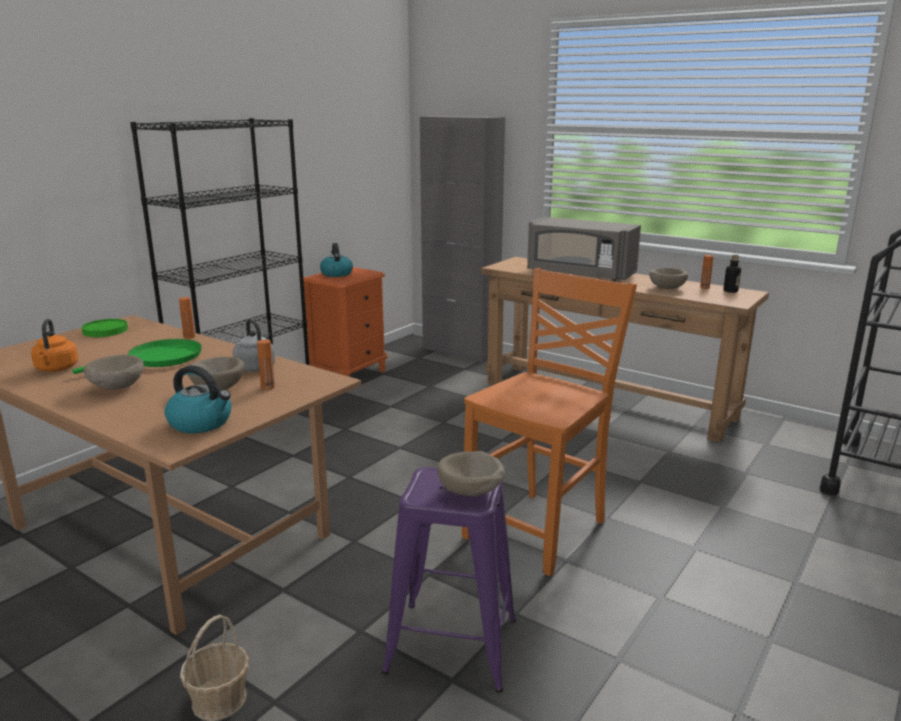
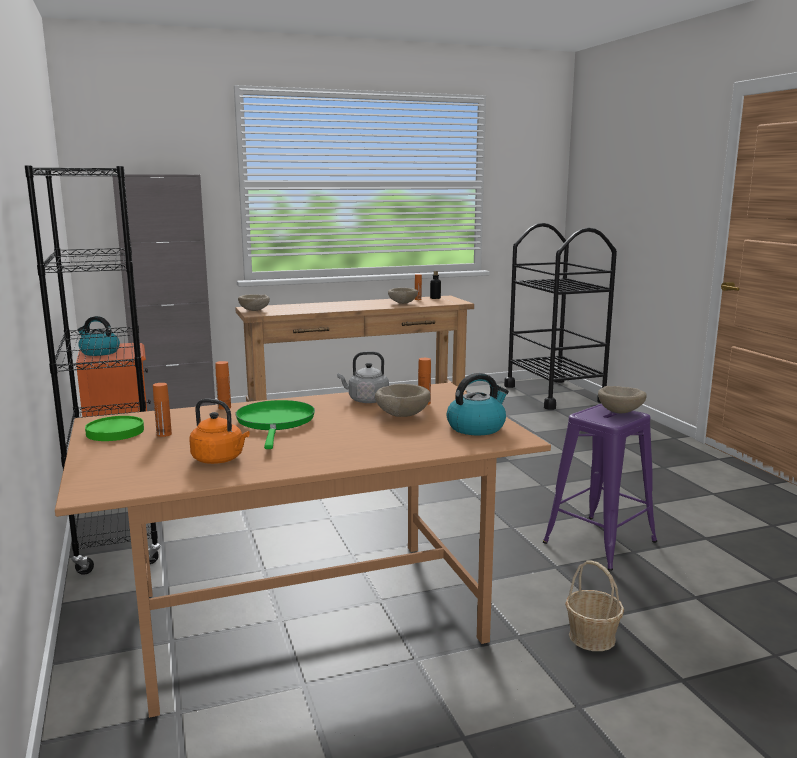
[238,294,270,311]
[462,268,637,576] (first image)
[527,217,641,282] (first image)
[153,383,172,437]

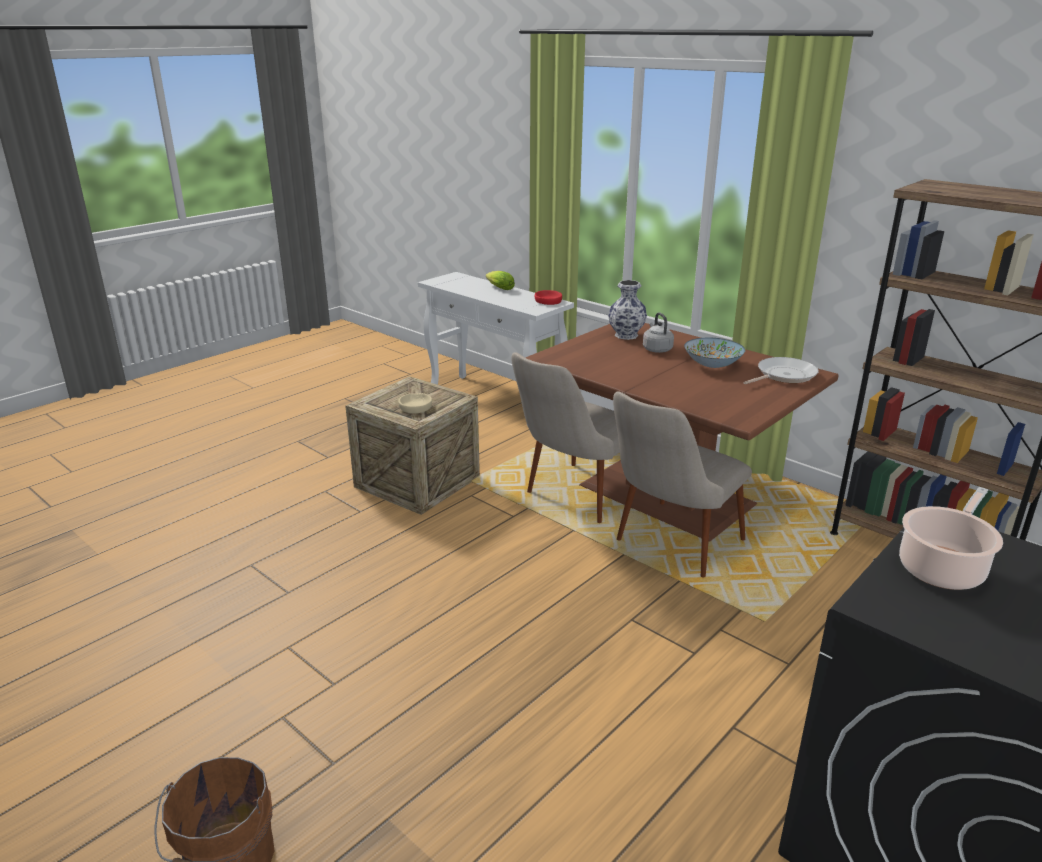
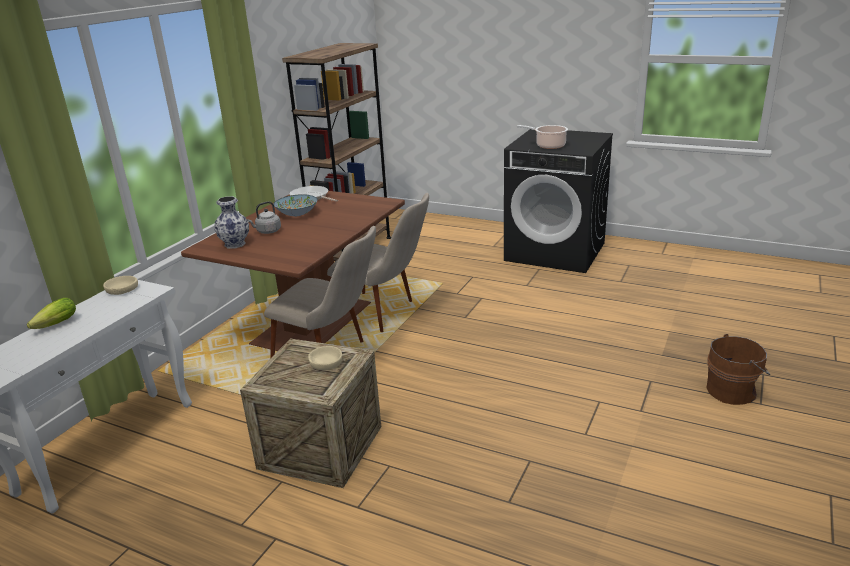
[103,276,138,295]

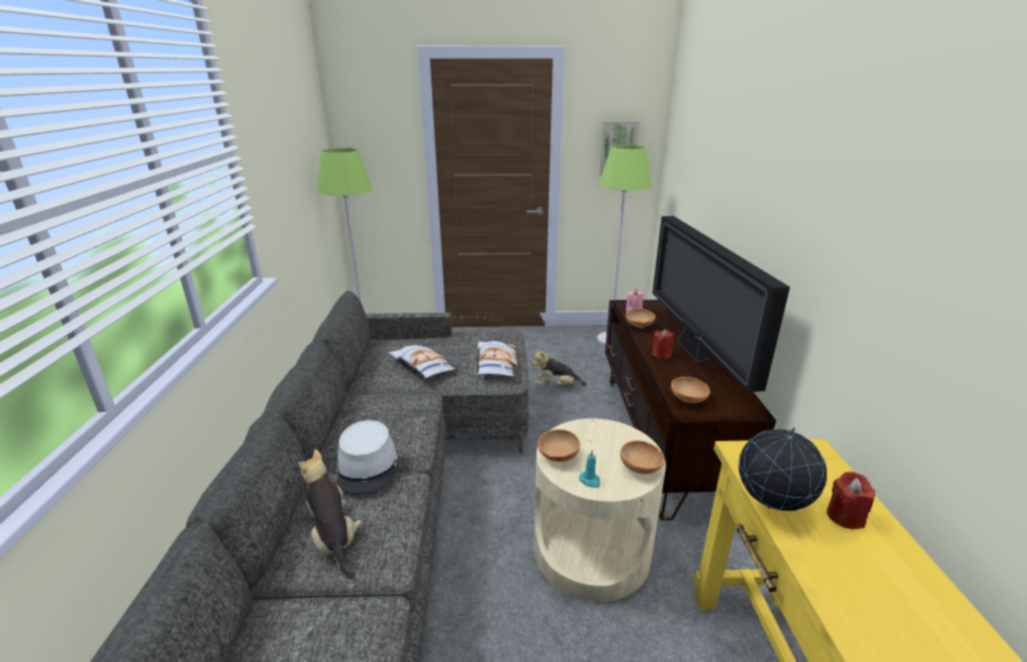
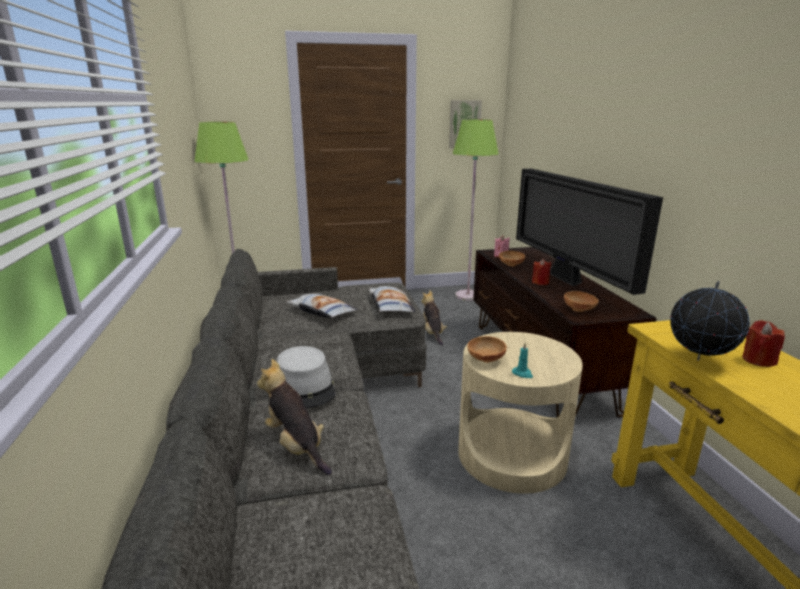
[422,290,447,346]
[620,440,665,474] (first image)

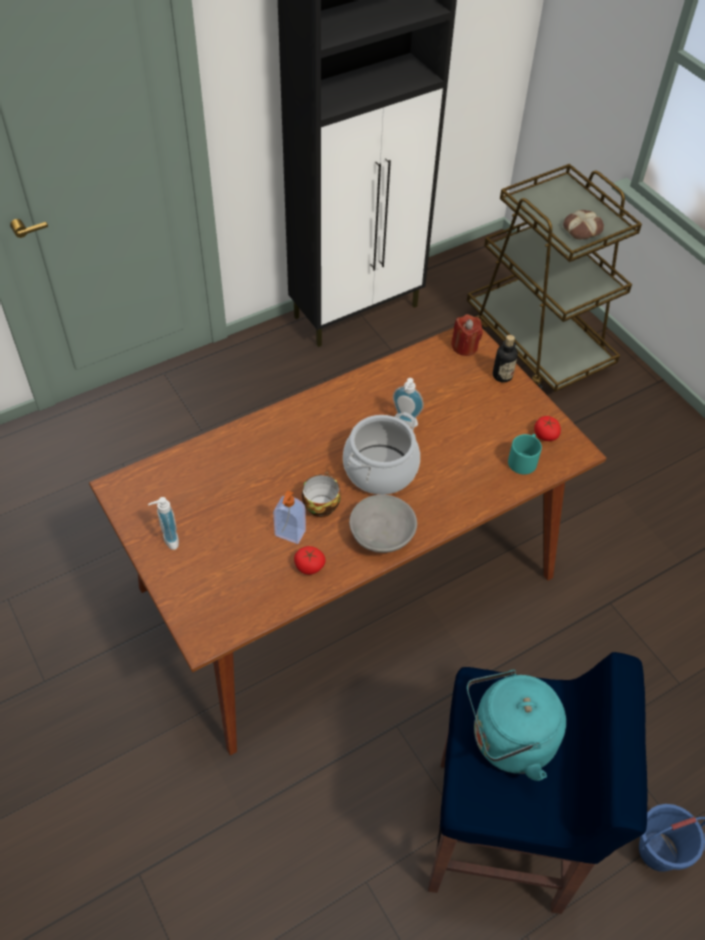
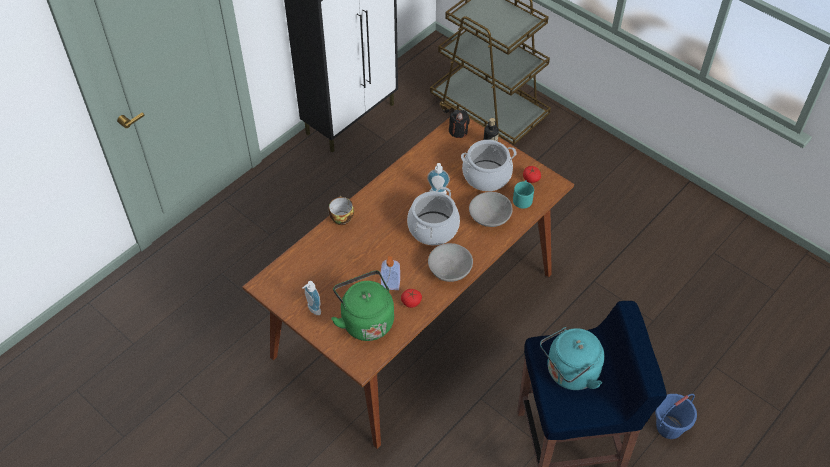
[329,196,354,225]
[449,110,470,138]
[563,210,604,239] (first image)
[331,270,394,341]
[461,140,517,191]
[469,192,513,227]

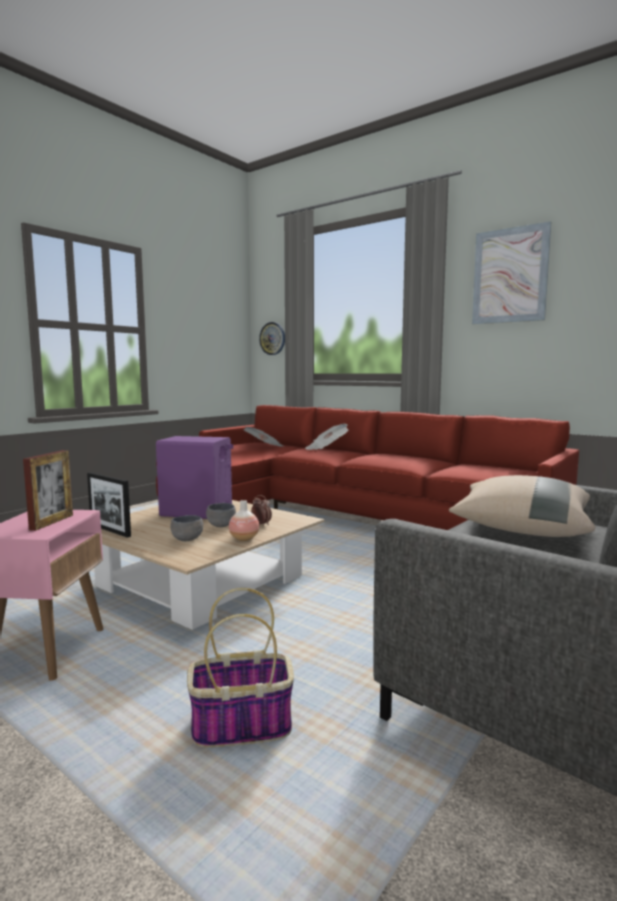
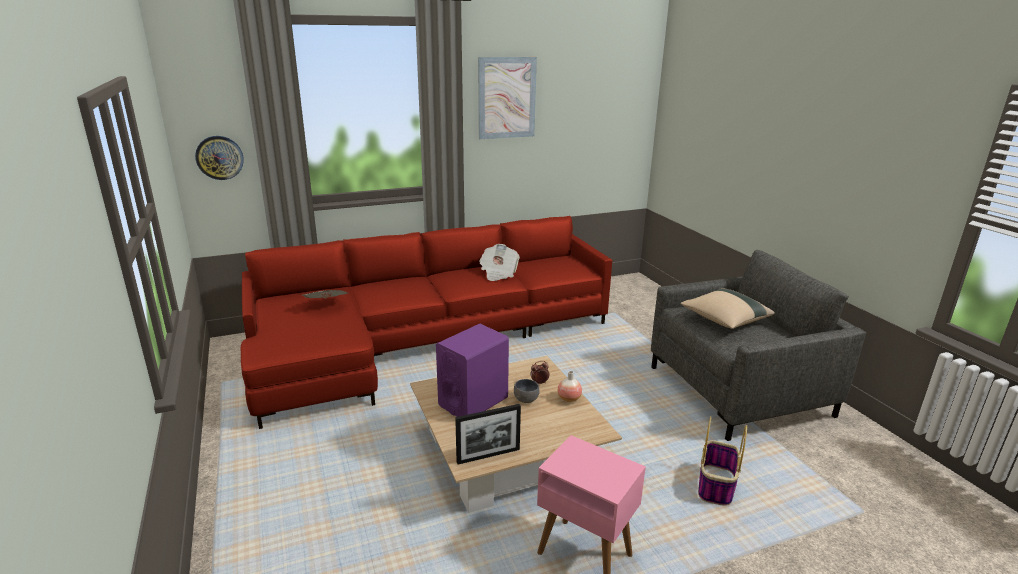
[23,450,73,531] (first image)
[170,515,203,541] (first image)
[479,244,520,281]

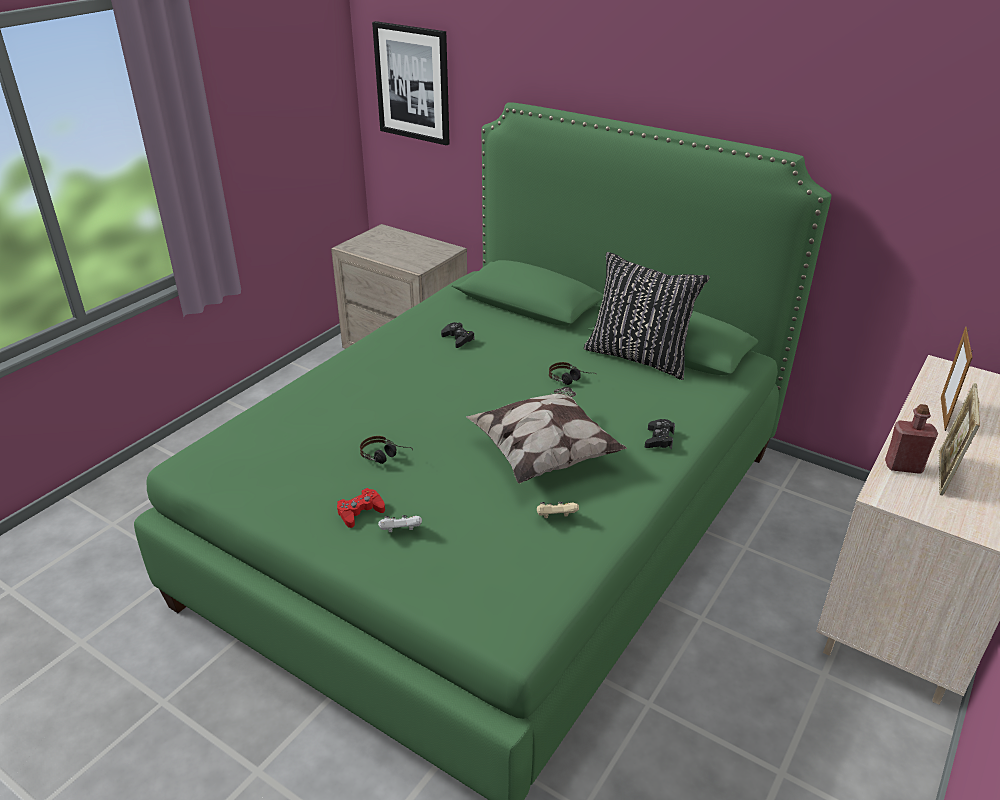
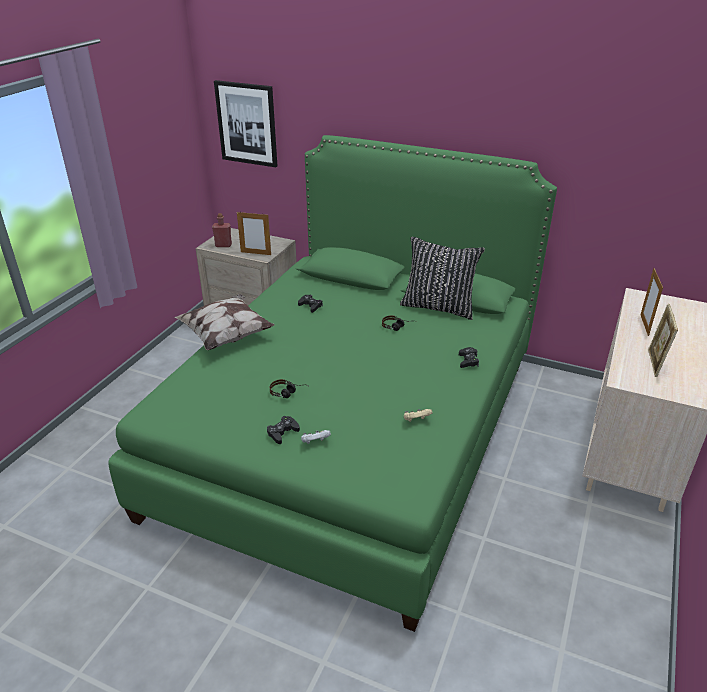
[267,416,300,444]
[175,295,275,350]
[212,213,232,247]
[237,212,271,255]

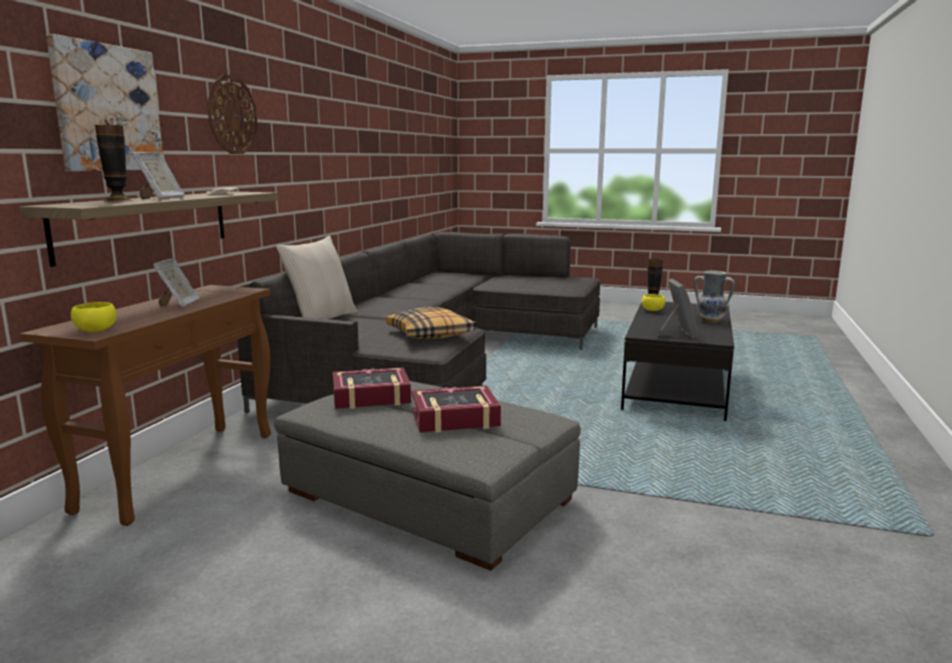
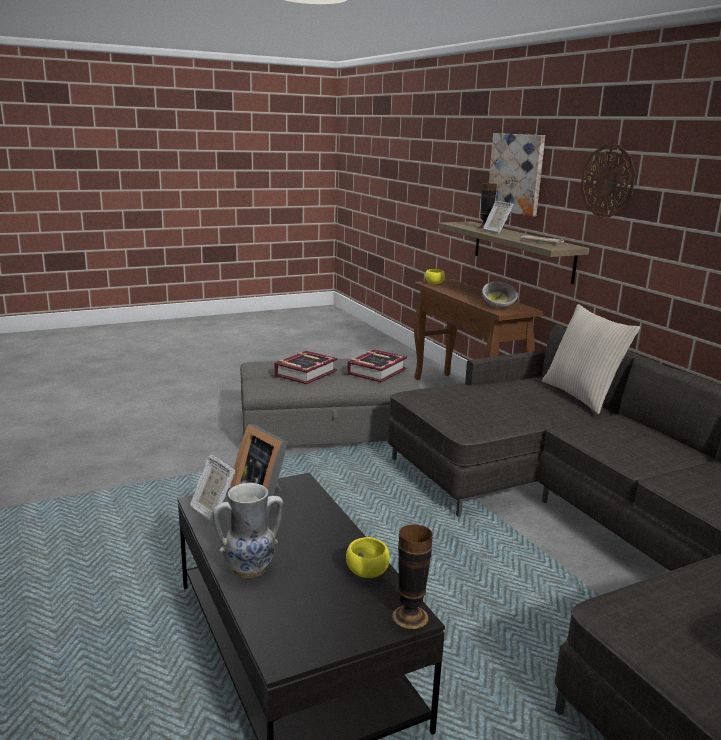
[190,454,236,523]
[386,307,477,339] (first image)
[482,281,518,308]

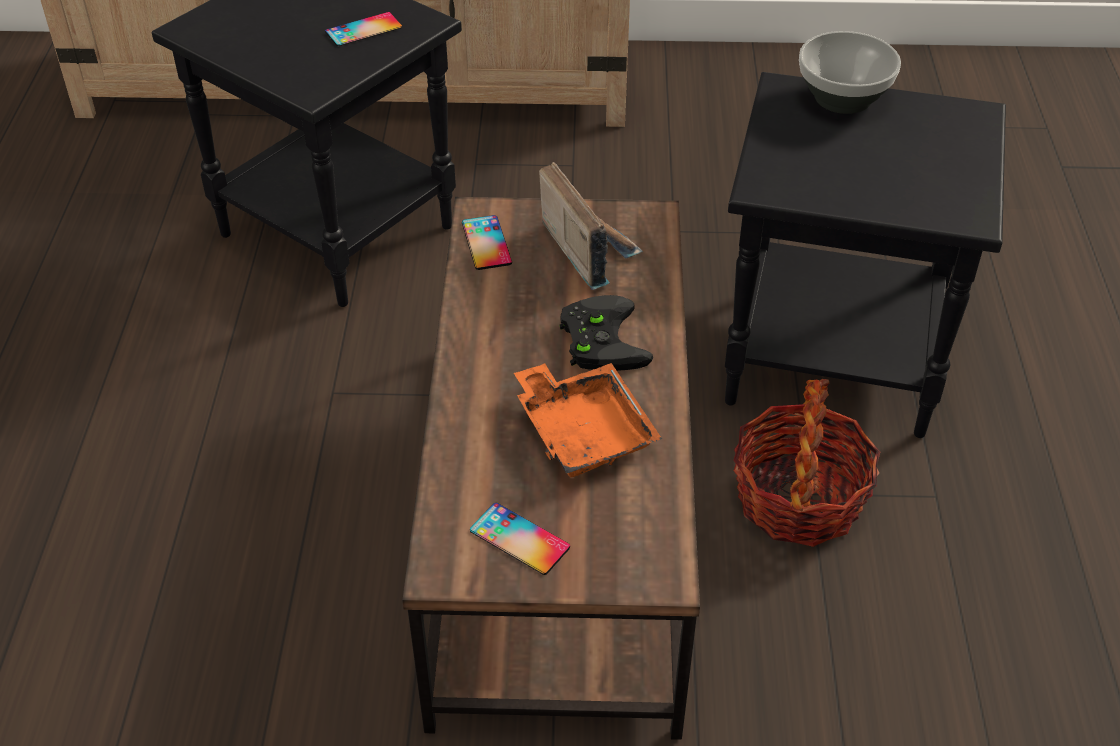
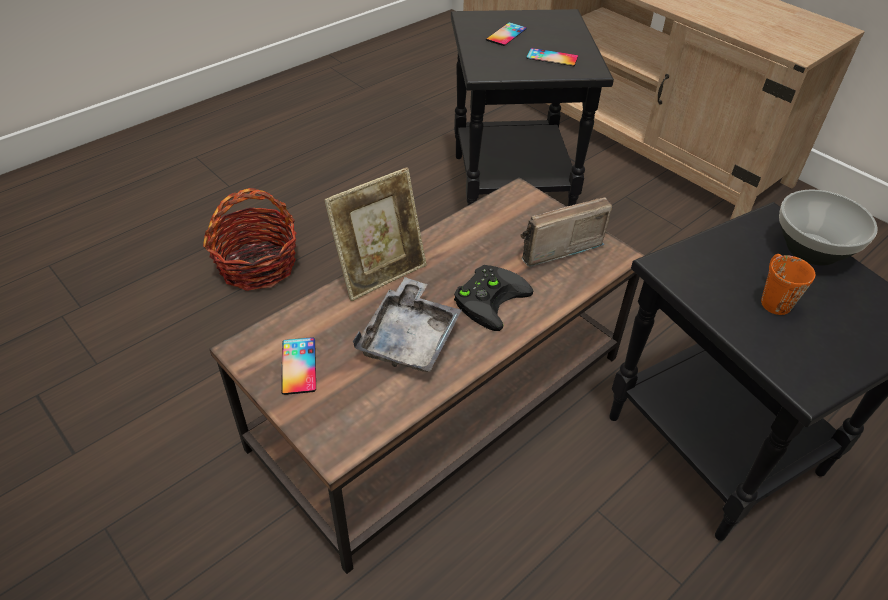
[486,22,527,46]
[353,277,462,372]
[520,197,613,267]
[203,188,297,291]
[324,167,427,301]
[761,254,815,315]

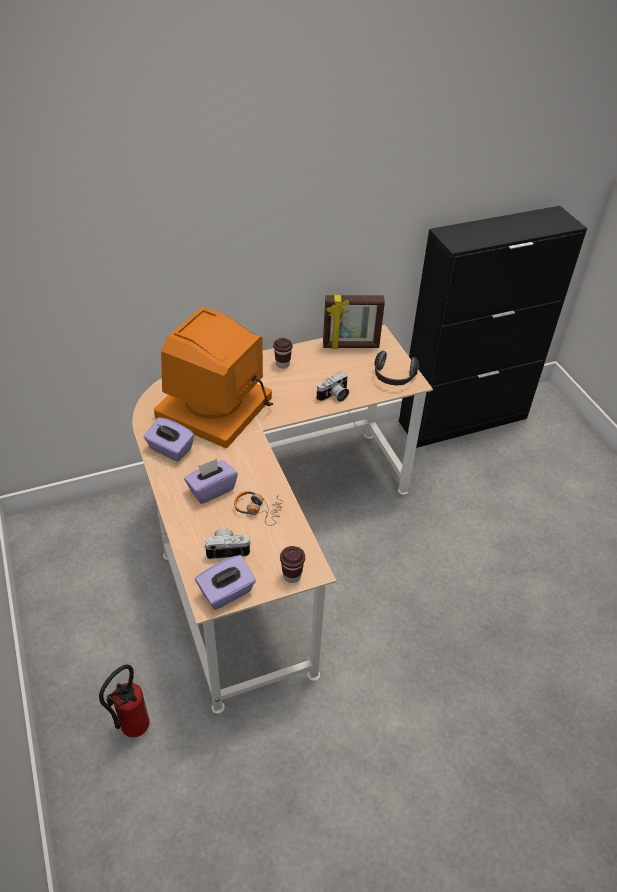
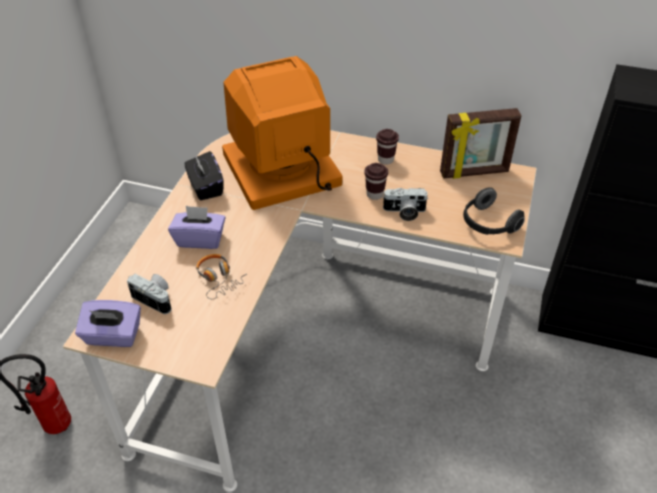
[184,151,224,200]
[364,163,388,200]
[440,108,522,179]

